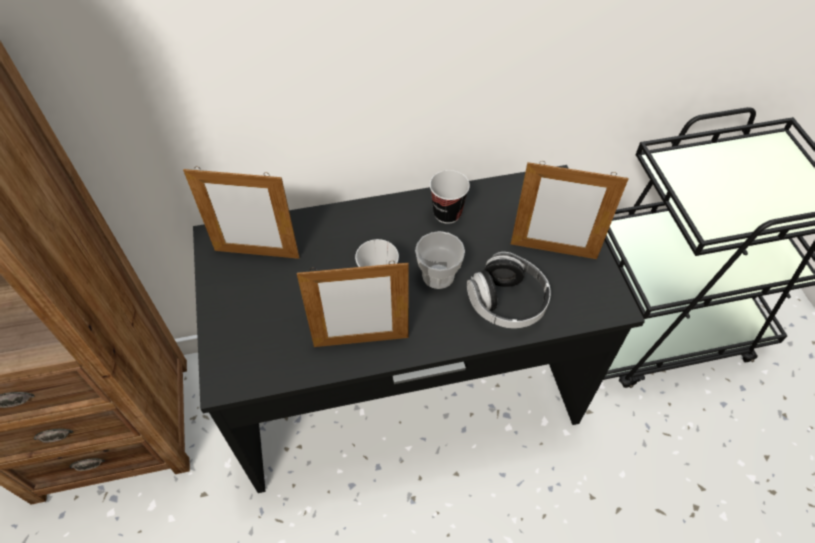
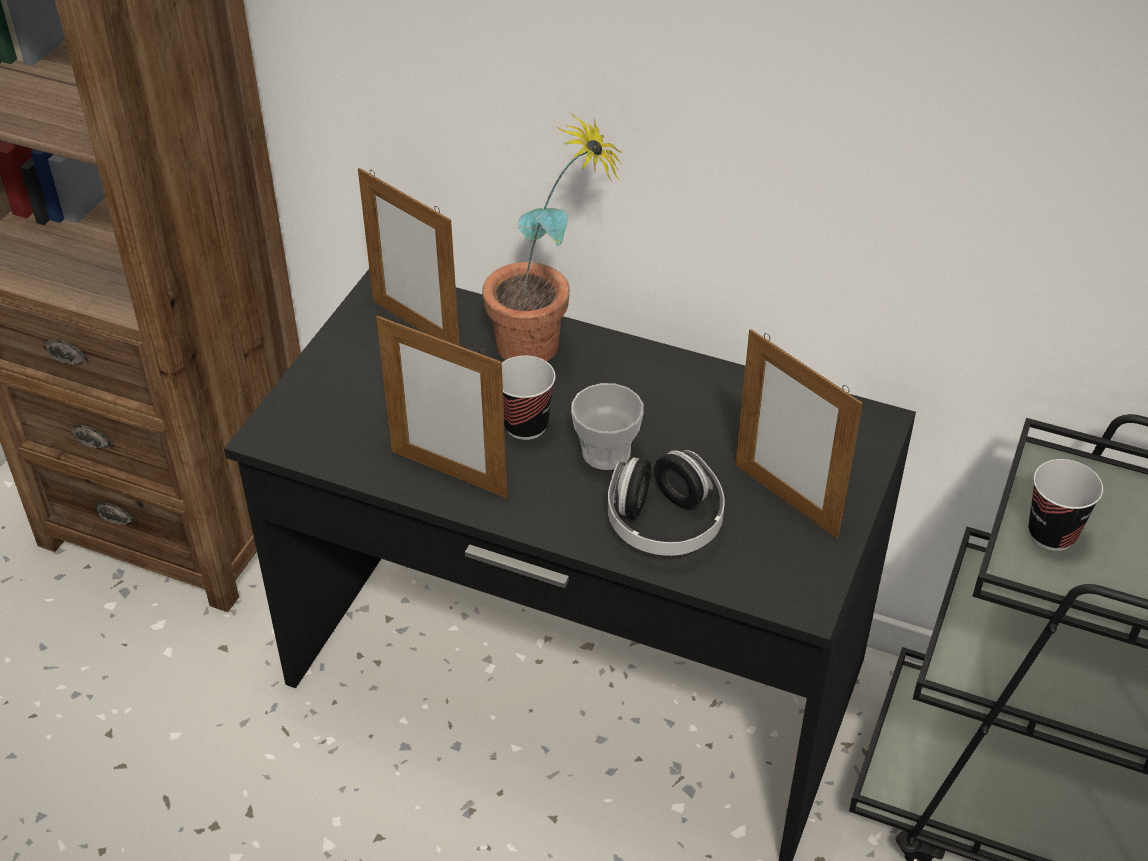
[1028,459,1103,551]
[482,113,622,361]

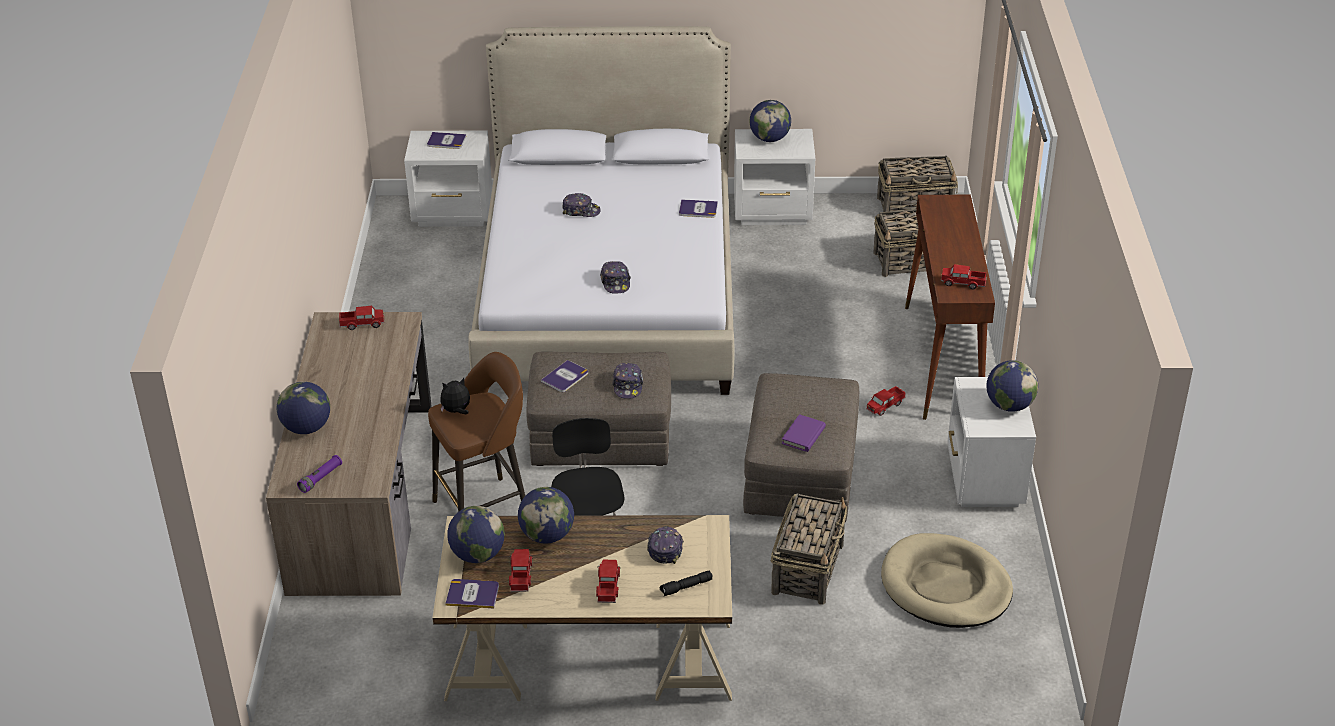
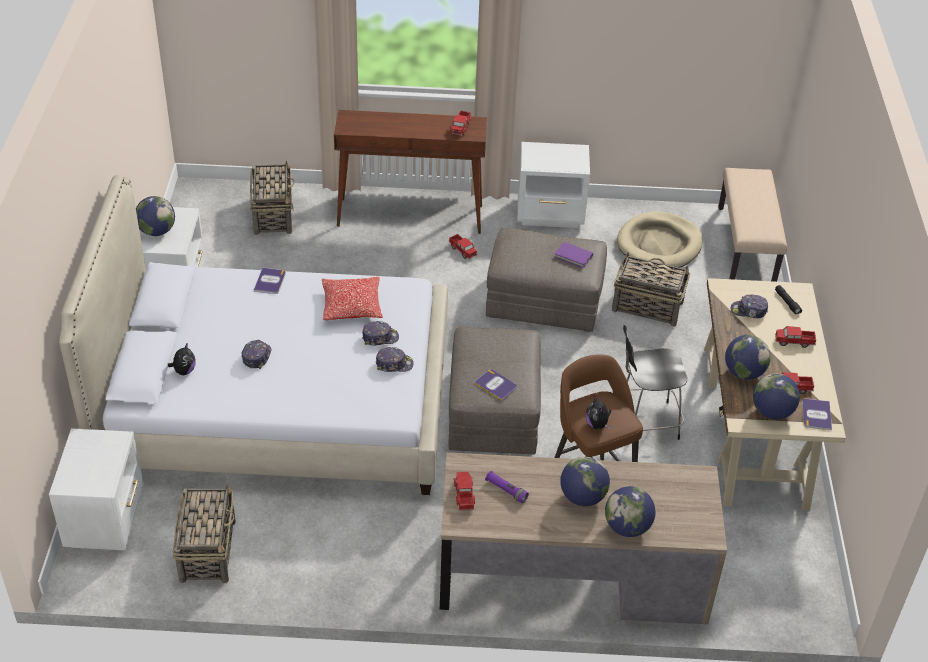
[485,471,529,503]
[427,132,466,149] (first image)
[376,347,414,372]
[173,484,236,583]
[560,457,610,506]
[168,342,196,375]
[322,277,383,320]
[718,168,787,282]

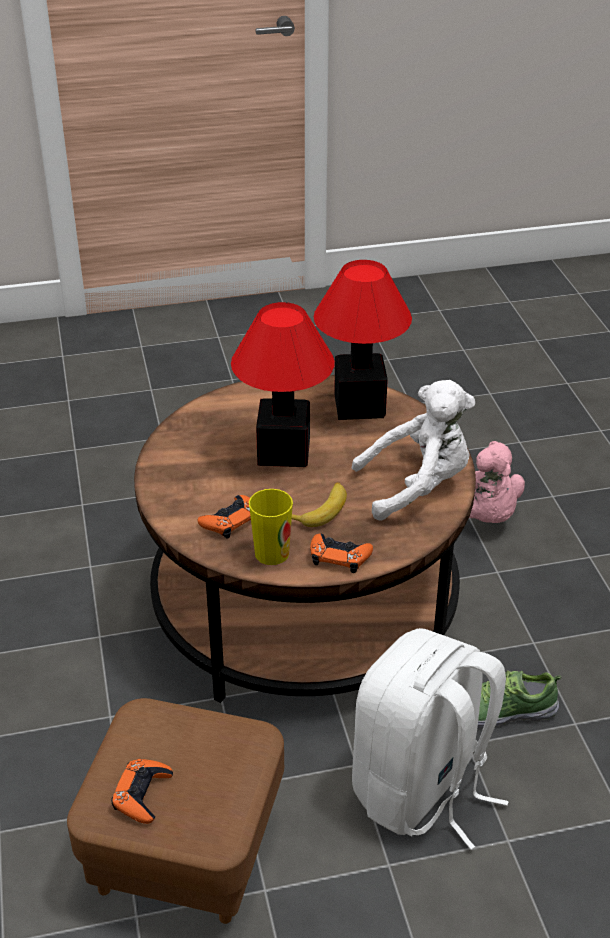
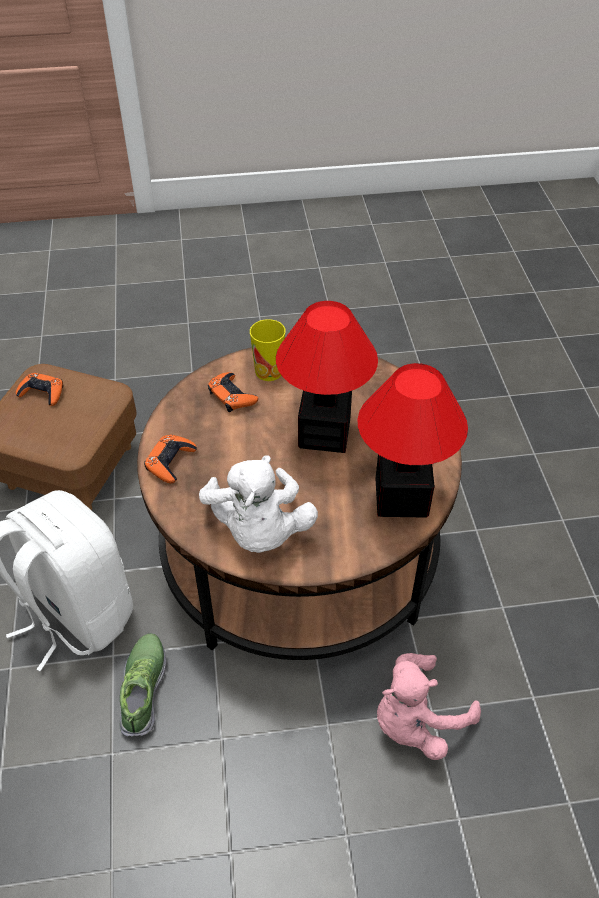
[250,319,285,381]
[292,482,347,527] (first image)

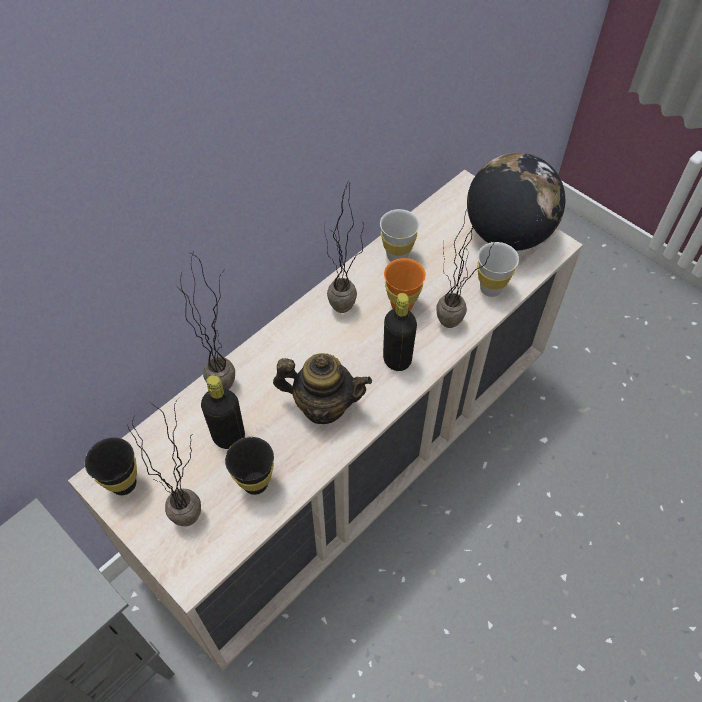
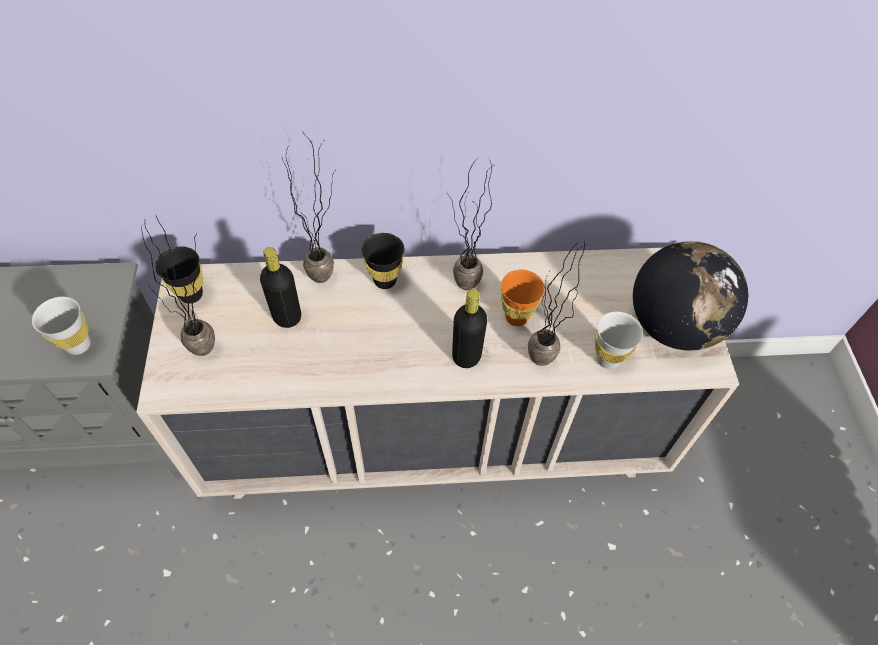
[362,233,404,289]
[273,353,372,424] (first image)
[32,297,91,355]

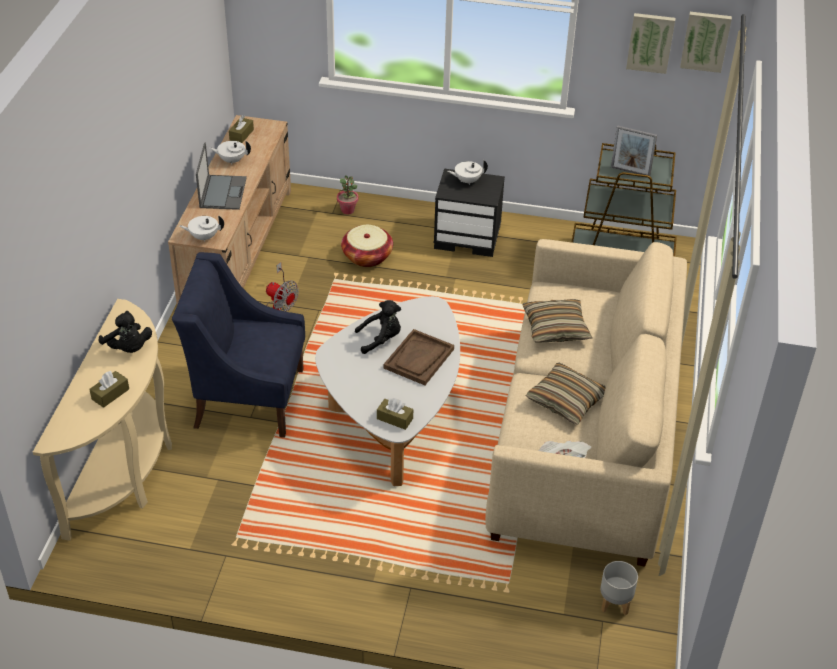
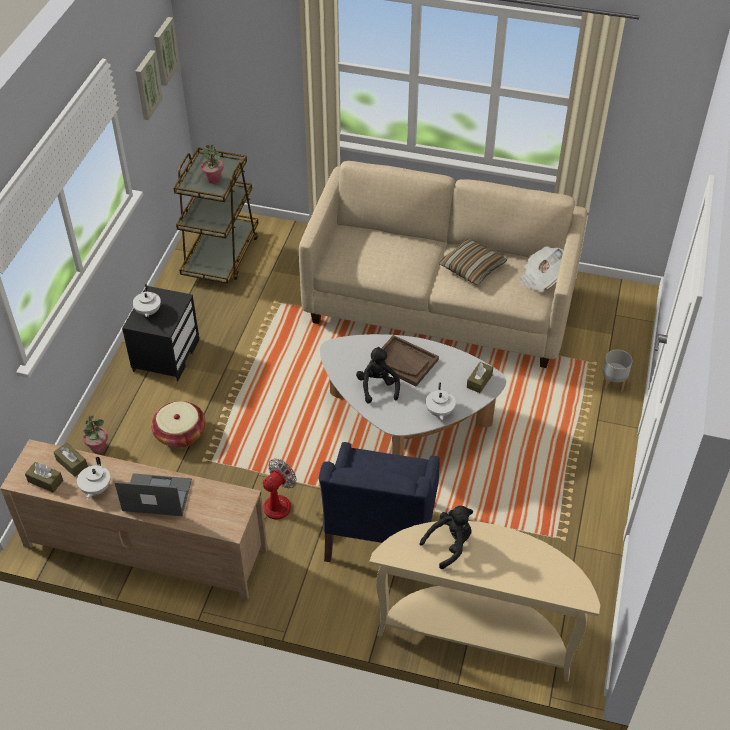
[54,443,88,477]
[426,382,456,420]
[523,299,592,342] (first image)
[602,350,632,392]
[201,144,223,184]

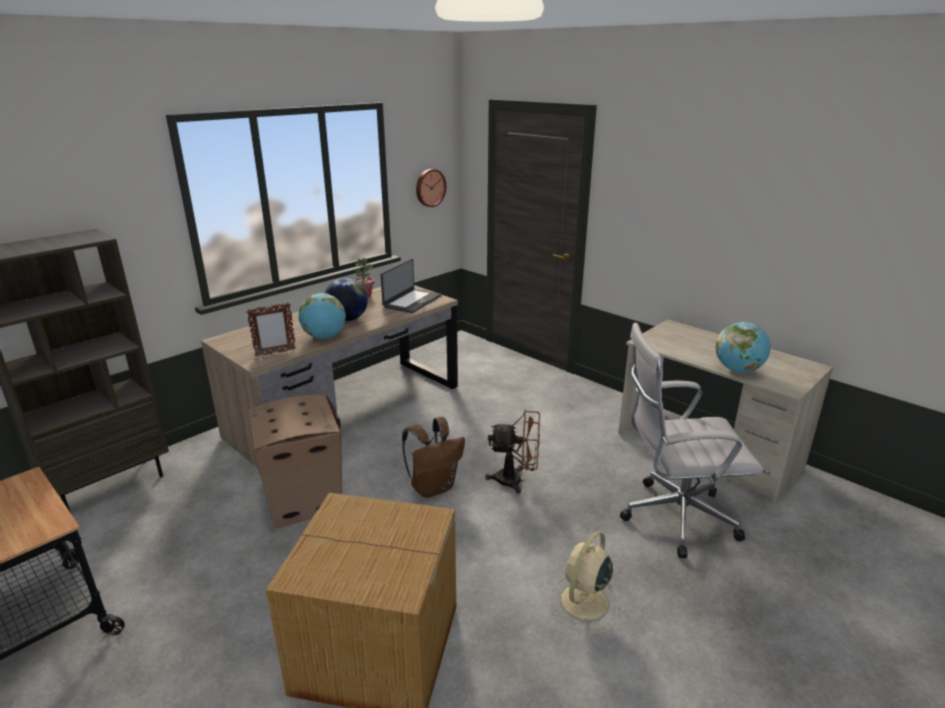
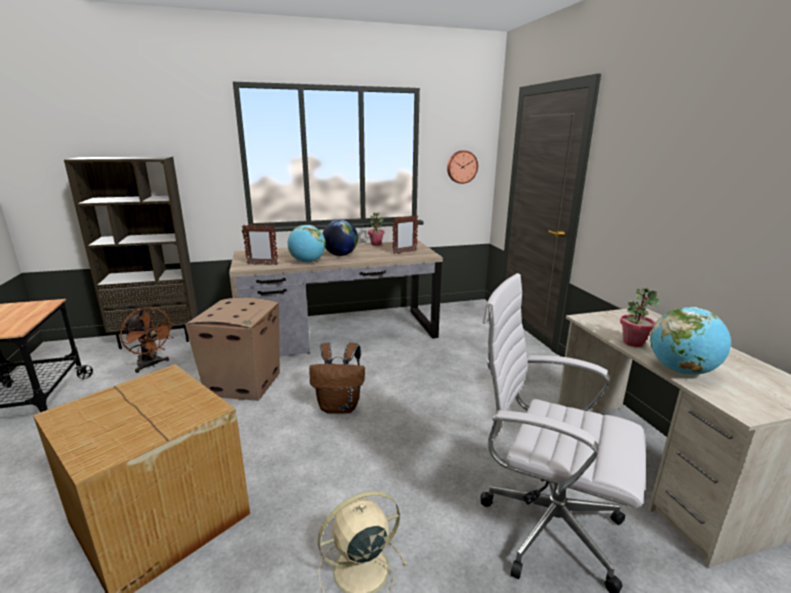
[392,215,418,254]
[120,307,175,373]
[620,287,660,347]

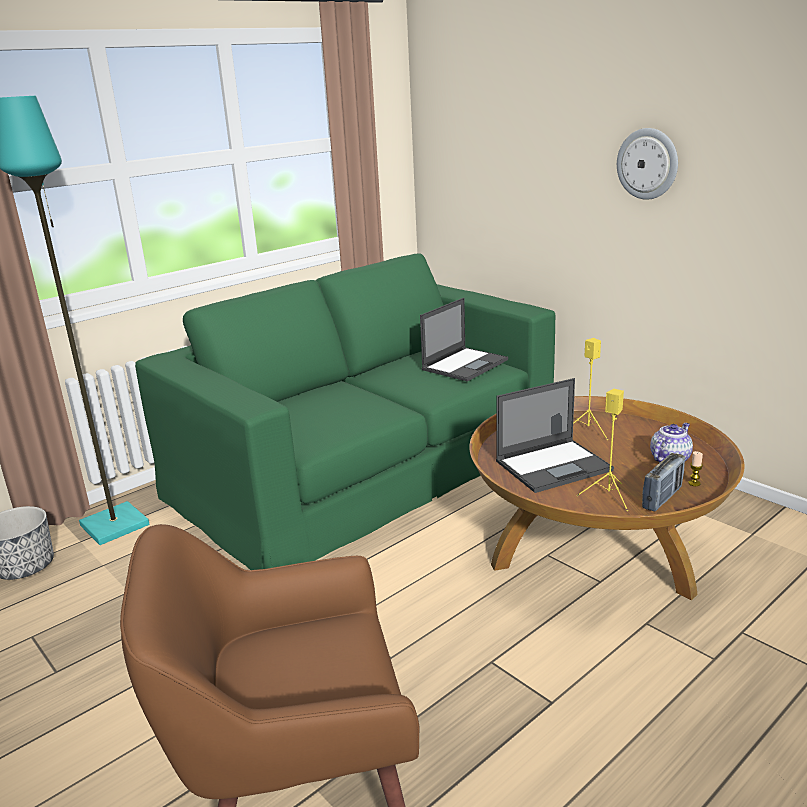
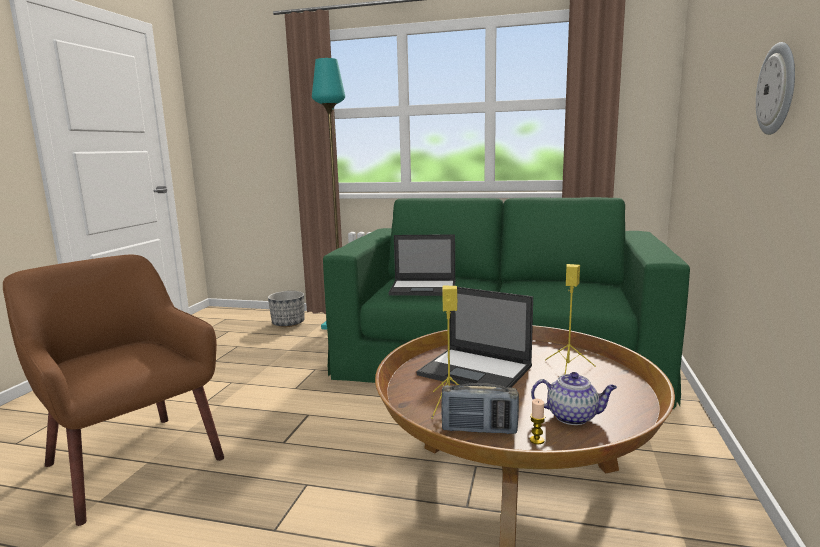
[389,234,455,296]

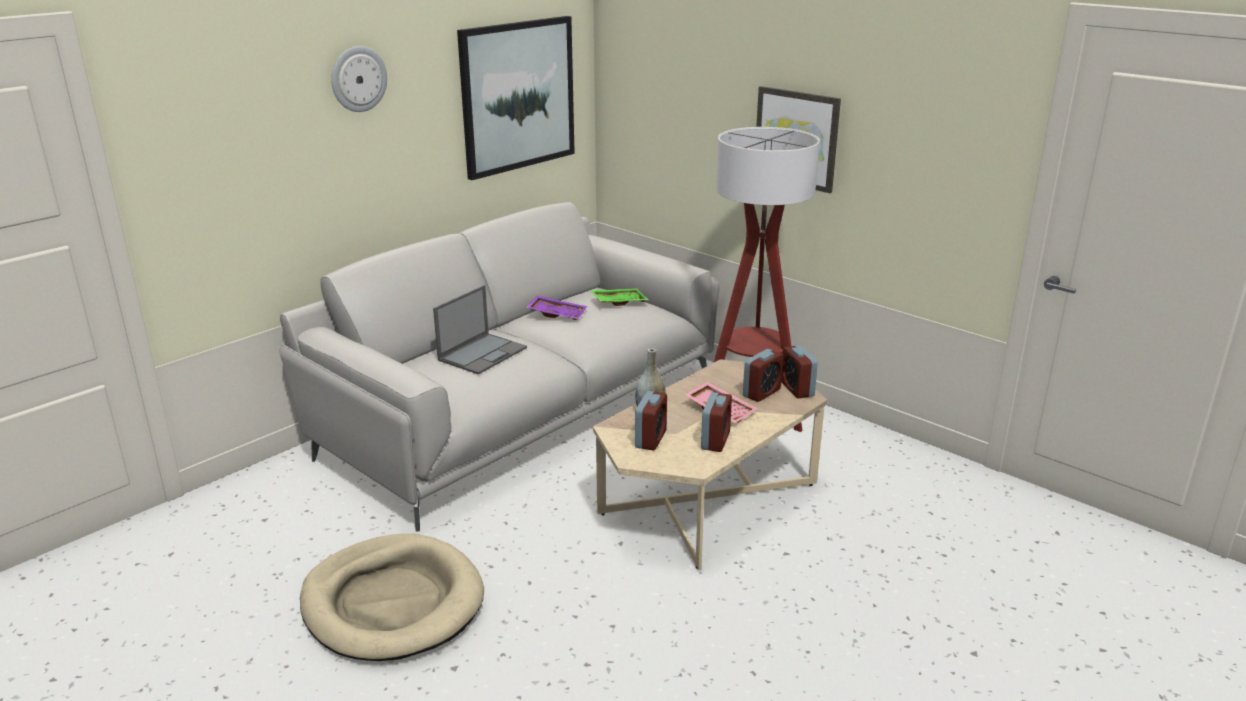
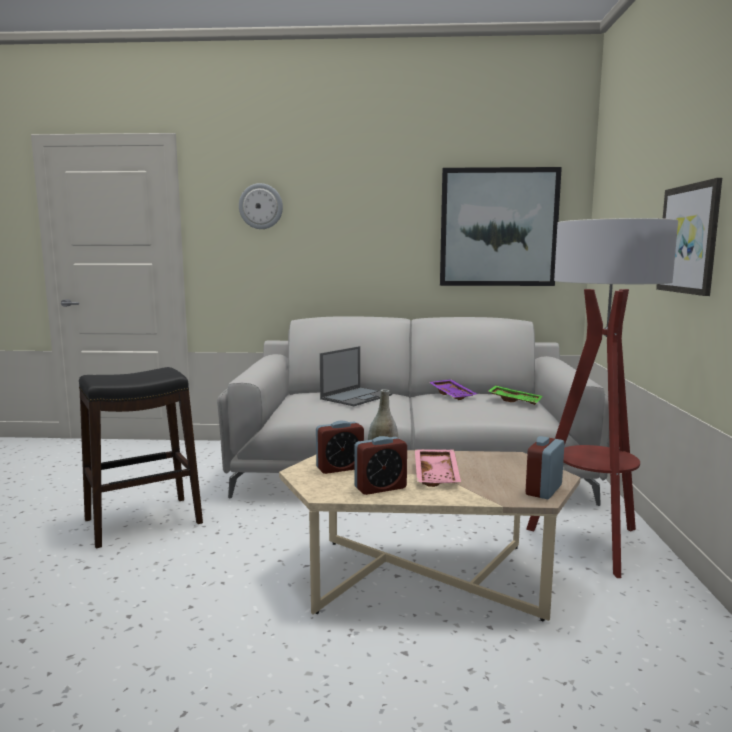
[79,367,203,548]
[239,183,283,229]
[320,346,392,406]
[743,349,783,402] (first image)

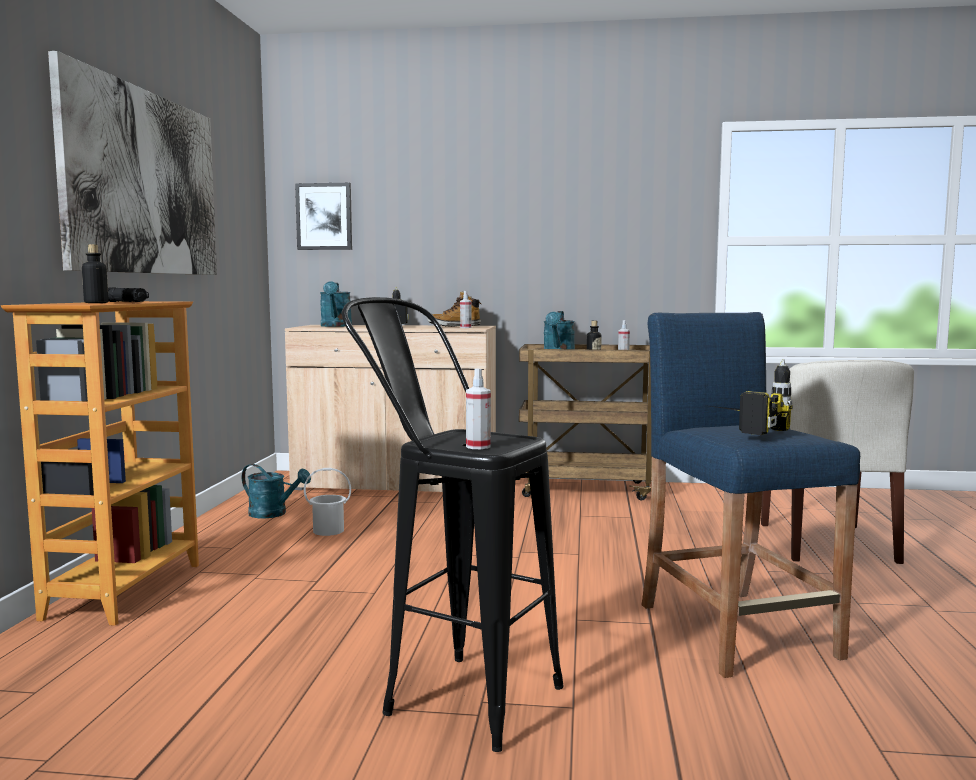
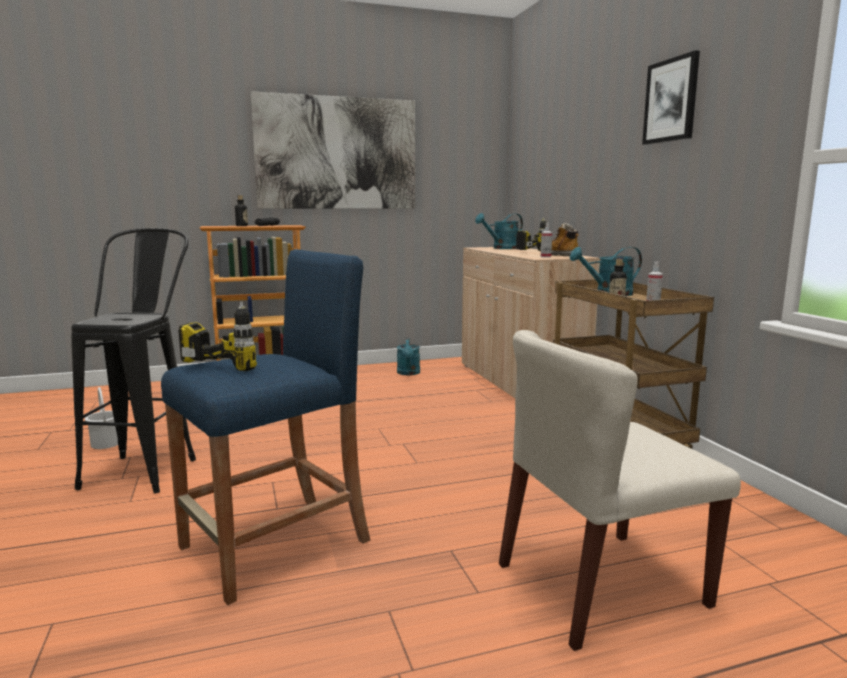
[642,50,700,145]
[85,387,118,449]
[466,368,491,449] (first image)

